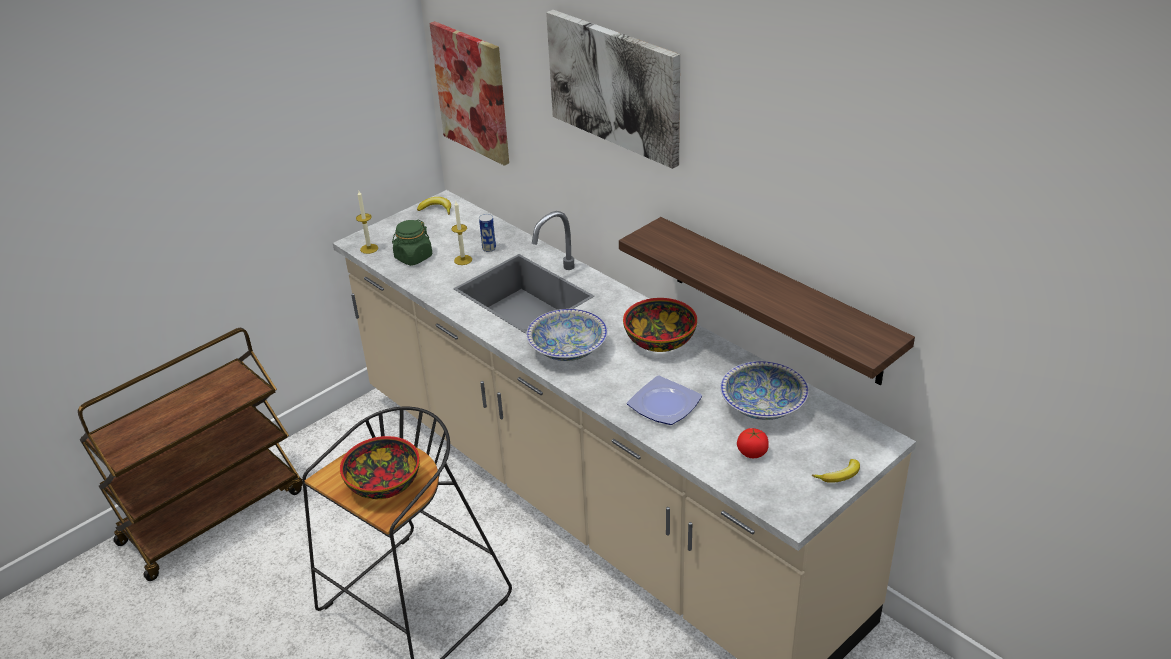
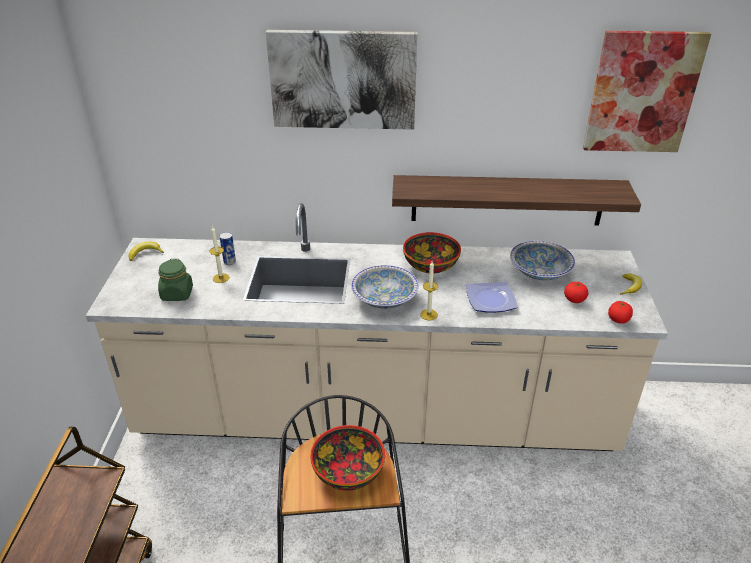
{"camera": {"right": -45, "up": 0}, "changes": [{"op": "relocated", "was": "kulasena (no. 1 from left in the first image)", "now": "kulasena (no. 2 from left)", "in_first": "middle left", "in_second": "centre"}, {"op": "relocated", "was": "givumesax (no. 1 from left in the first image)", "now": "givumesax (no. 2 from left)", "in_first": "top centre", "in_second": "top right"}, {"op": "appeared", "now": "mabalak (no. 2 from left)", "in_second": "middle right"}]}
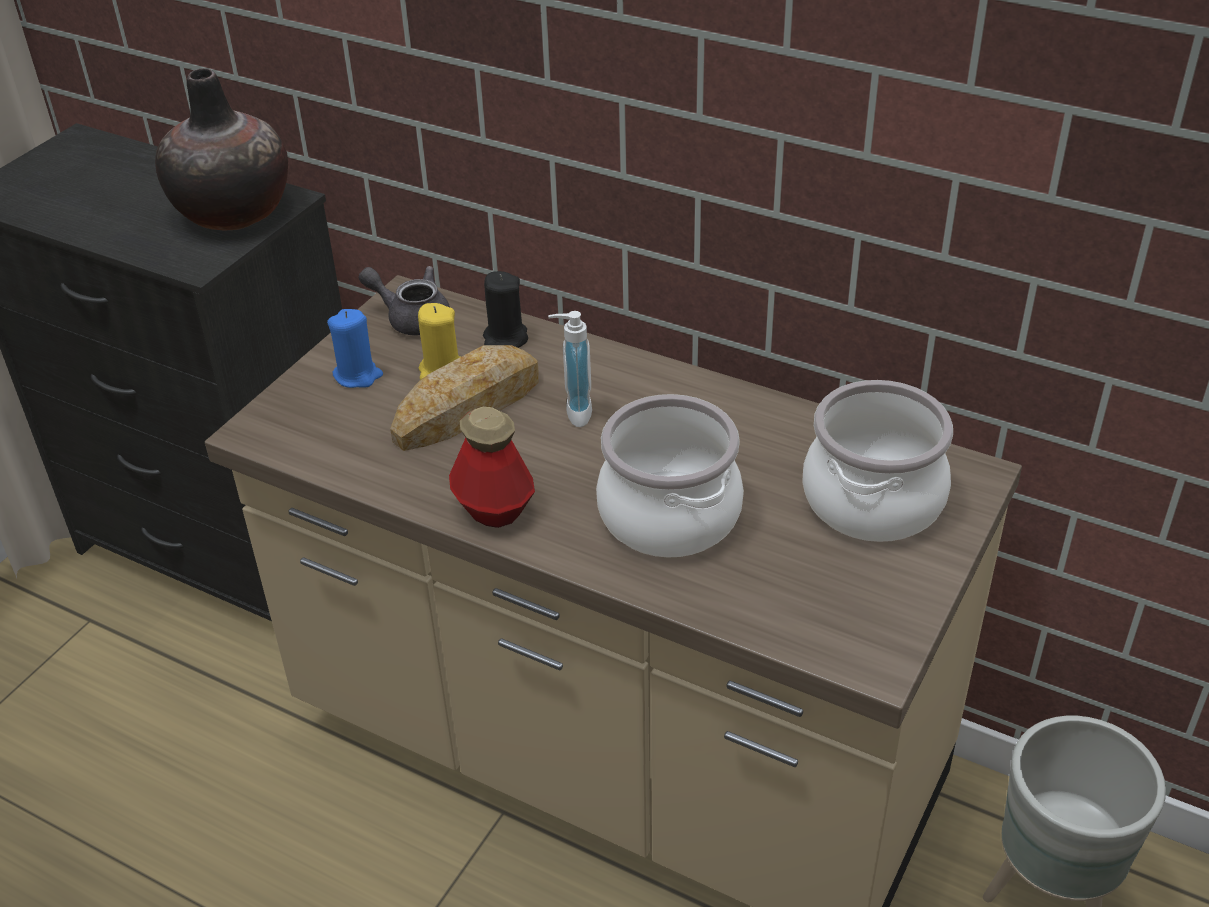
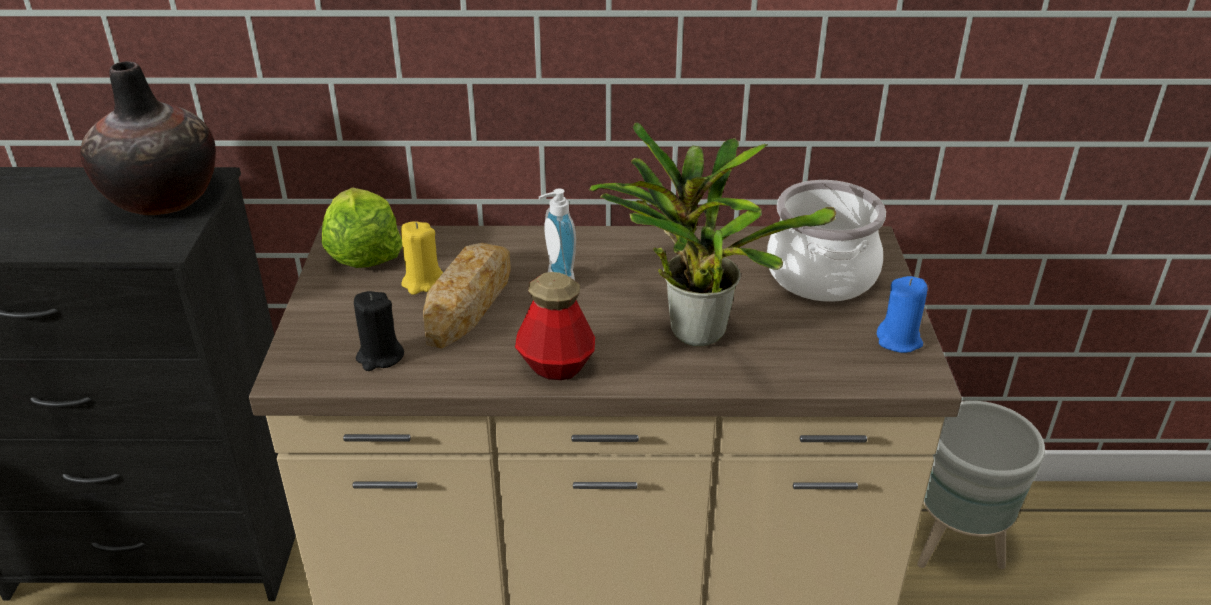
{"camera": {"right": -30, "up": -5}, "changes": [{"op": "exchanged", "was": "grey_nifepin", "now": "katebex", "in_first": "top centre", "in_second": "middle left"}, {"op": "relocated", "was": "black_kulasena", "in_first": "centre", "in_second": "middle left"}, {"op": "exchanged", "was": "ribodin (no. 1 from left)", "now": "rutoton", "in_first": "centre", "in_second": "centre"}, {"op": "relocated", "was": "blue_kulasena", "in_first": "middle left", "in_second": "middle right"}]}
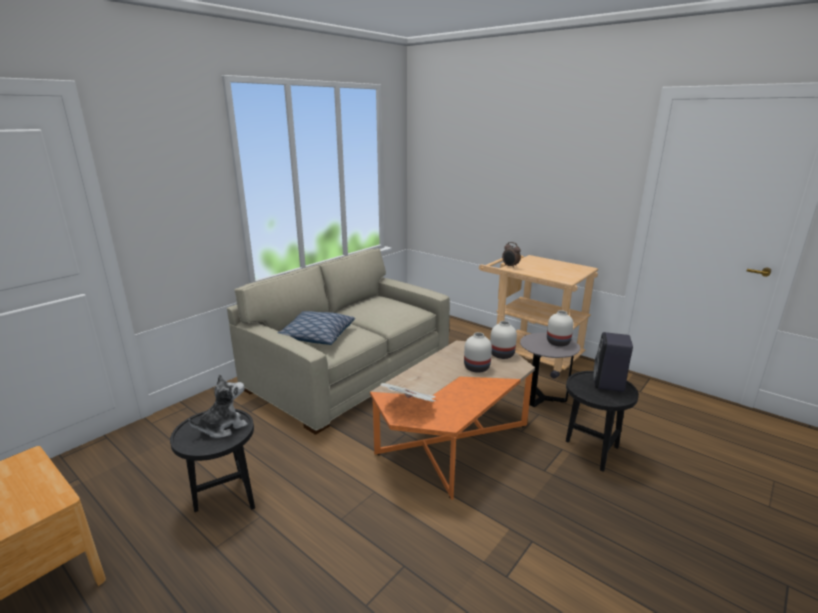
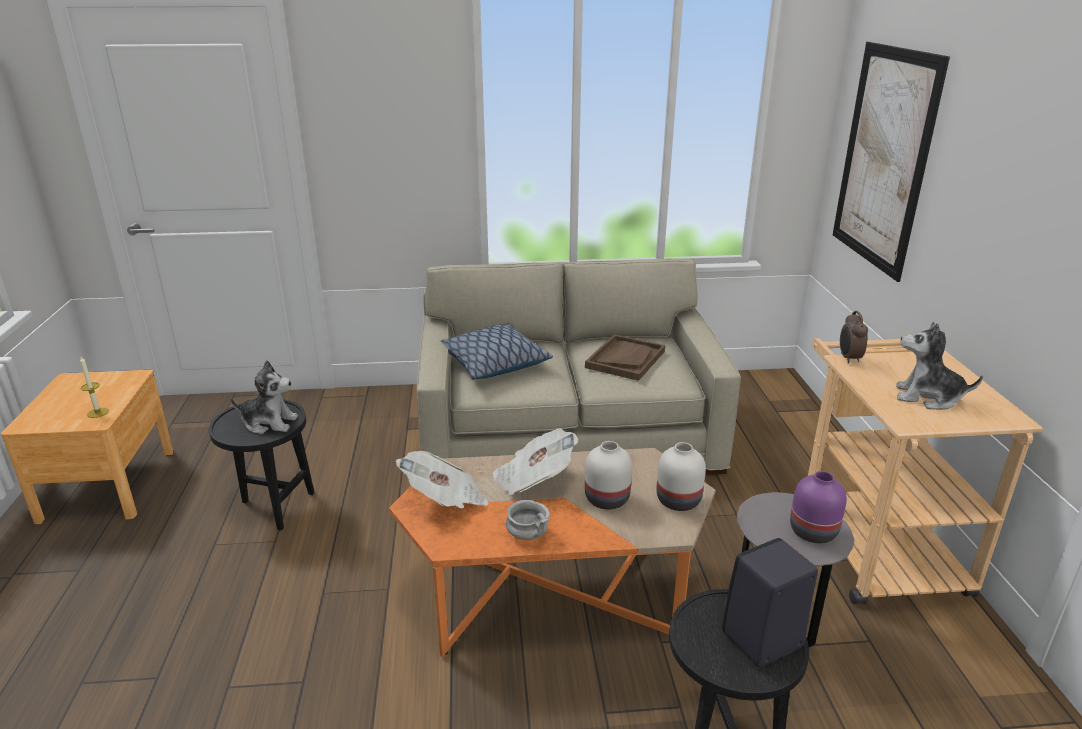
{"camera": {"right": 45, "up": 5}, "changes": [{"op": "appeared", "now": "kulasena", "in_second": "middle left"}, {"op": "appeared", "now": "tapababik (no. 2 from left)", "in_second": "centre"}, {"op": "appeared", "now": "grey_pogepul", "in_second": "bottom centre"}, {"op": "appeared", "now": "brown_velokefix", "in_second": "centre"}, {"op": "colour", "was": "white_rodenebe (no. 3 from left)", "now": "purple_rodenebe", "in_first": "middle right", "in_second": "bottom right"}, {"op": "appeared", "now": "givumesax", "in_second": "top right"}, {"op": "appeared", "now": "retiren (no. 2 from left)", "in_second": "middle right"}]}
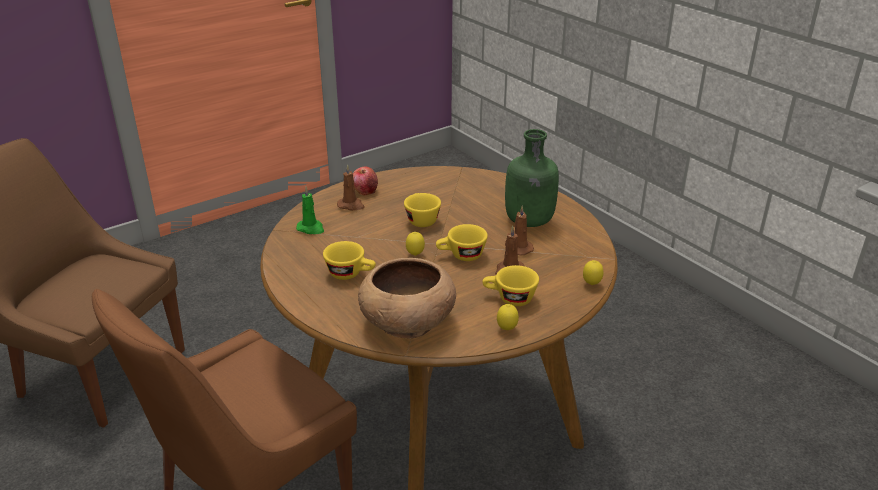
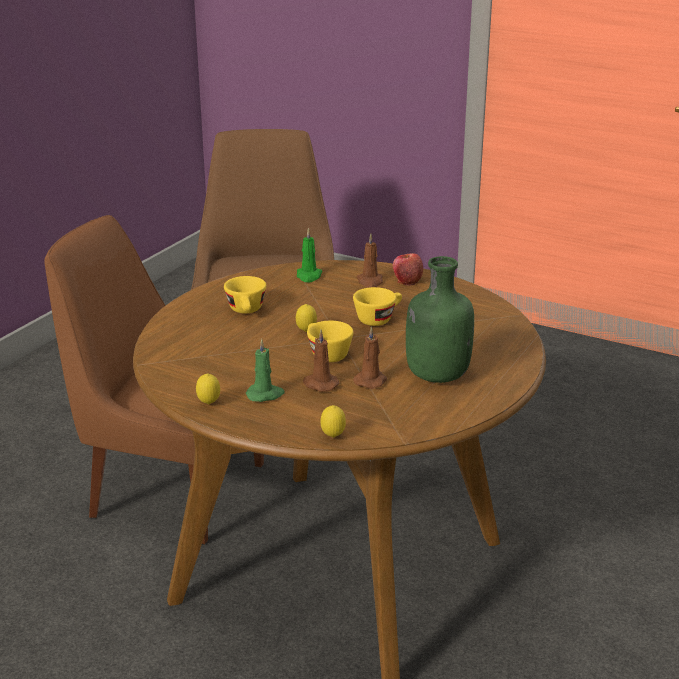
{"camera": {"right": 65, "up": -5}, "changes": [{"op": "exchanged", "was": "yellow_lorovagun (no. 4 from left)", "now": "green_kulasena (no. 1 from left)", "in_first": "centre", "in_second": "centre"}, {"op": "missing", "was": "brown_pogepul", "in_first": "centre"}]}
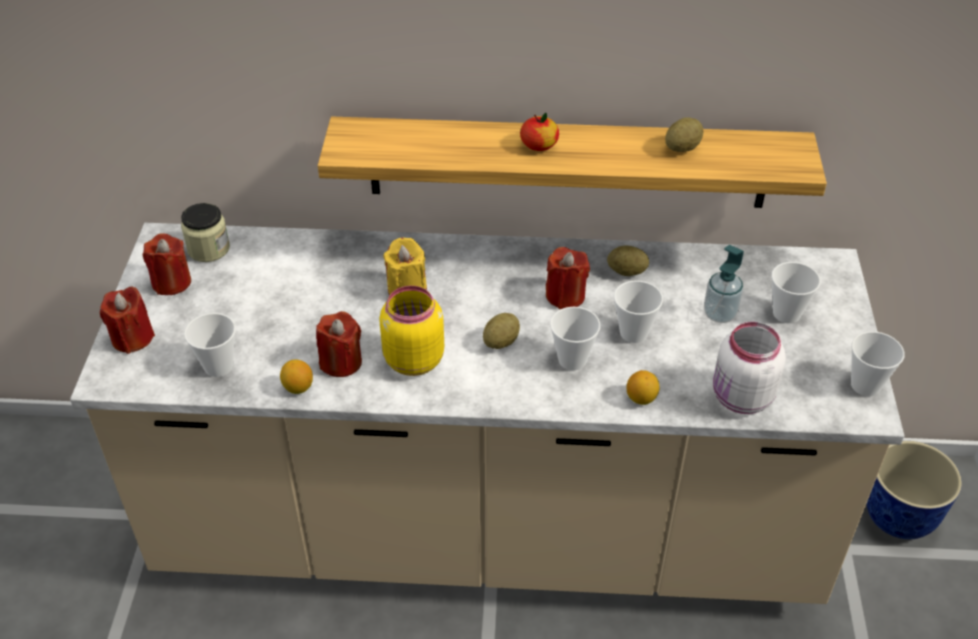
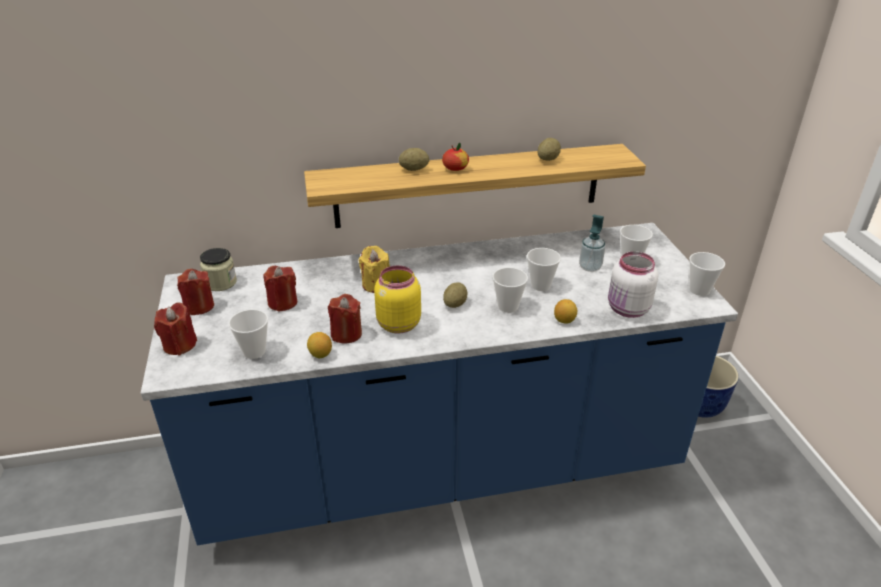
{"camera": {"right": -15, "up": -10}, "changes": [{"op": "colour", "was": "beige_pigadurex", "now": "blue_pigadurex", "in_first": "centre", "in_second": "centre"}, {"op": "relocated", "was": "red_kulasena (no. 4 from left in the first image)", "now": "red_kulasena (no. 3 from left)", "in_first": "centre", "in_second": "middle left"}, {"op": "relocated", "was": "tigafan (no. 2 from left in the first image)", "now": "tigafan (no. 1 from left)", "in_first": "centre", "in_second": "top centre"}]}
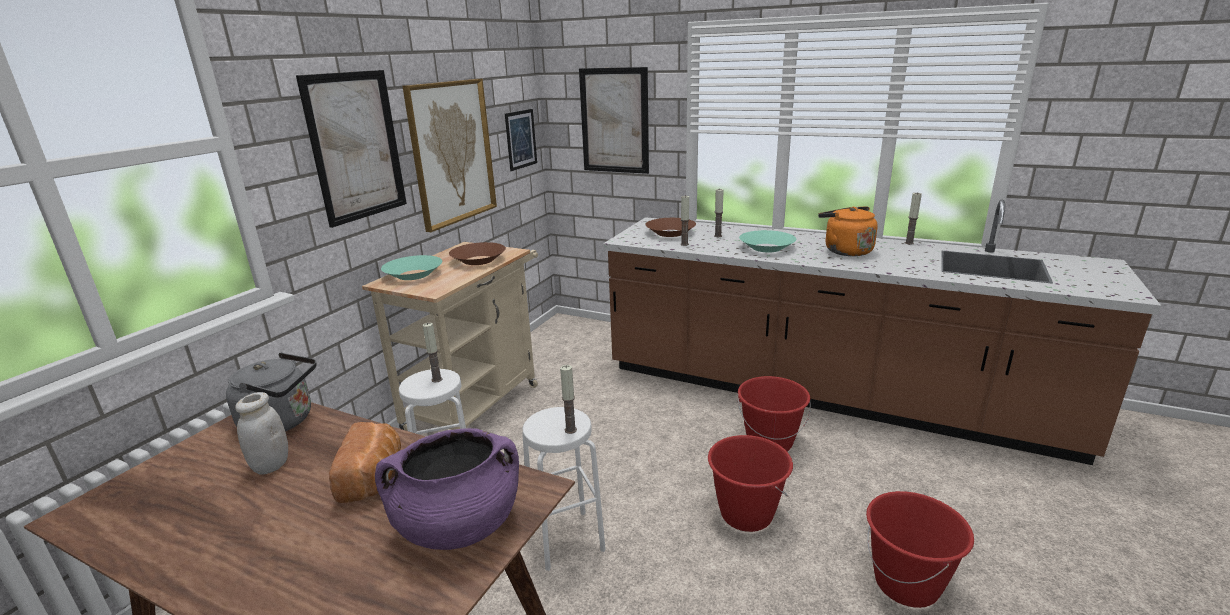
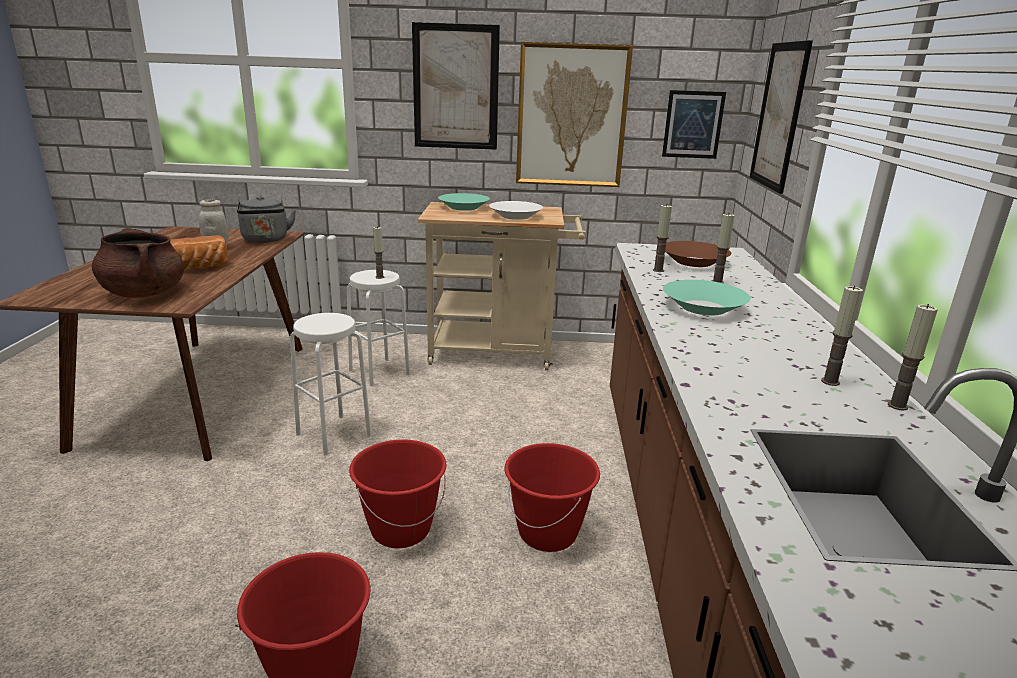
{"camera": {"right": 65, "up": 0}, "changes": [{"op": "colour", "was": "purple_ribodin", "now": "brown_ribodin", "in_first": "bottom centre", "in_second": "middle left"}, {"op": "colour", "was": "brown_pogepul (no. 1 from left)", "now": "white_pogepul", "in_first": "centre", "in_second": "top centre"}, {"op": "relocated", "was": "kulasena (no. 2 from left in the first image)", "now": "kulasena (no. 4 from left)", "in_first": "centre", "in_second": "middle right"}, {"op": "missing", "was": "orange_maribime", "in_first": "middle right"}]}
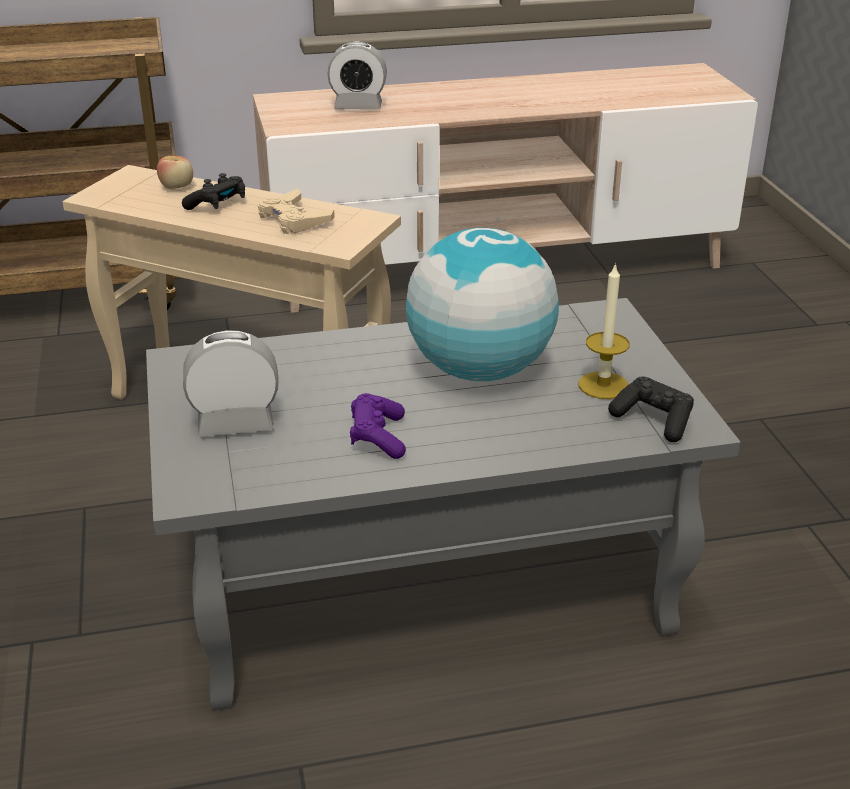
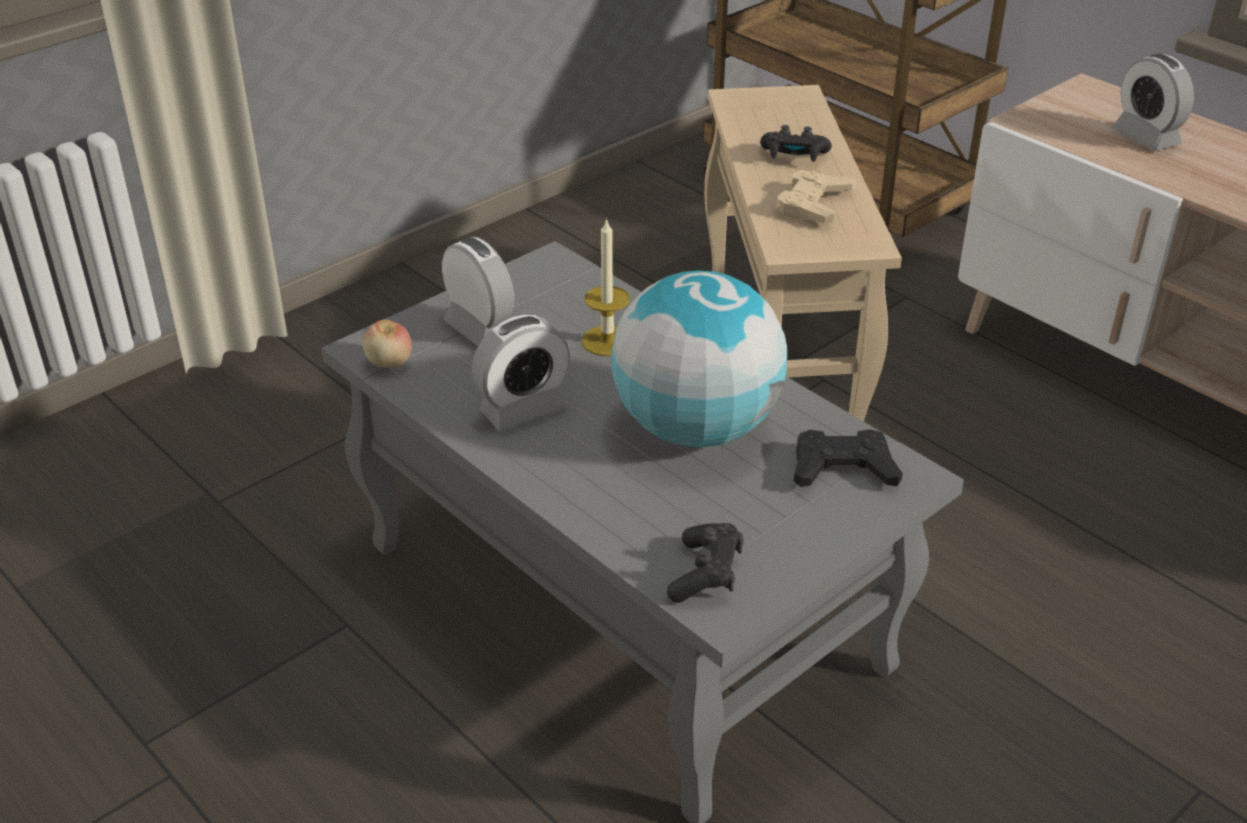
{"camera": {"right": 60, "up": 5}, "changes": [{"op": "relocated", "was": "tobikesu", "in_first": "top left", "in_second": "middle left"}, {"op": "exchanged", "was": "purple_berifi", "now": "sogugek (no. 2 from left)", "in_first": "centre", "in_second": "centre"}, {"op": "relocated", "was": "kulasena", "in_first": "middle right", "in_second": "centre"}, {"op": "appeared", "now": "black_berifi (no. 3 from left)", "in_second": "middle right"}]}
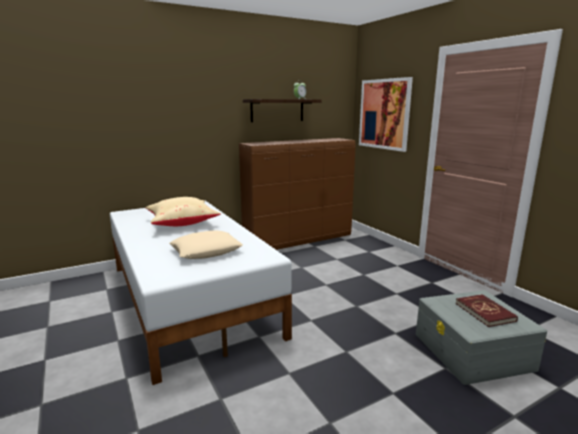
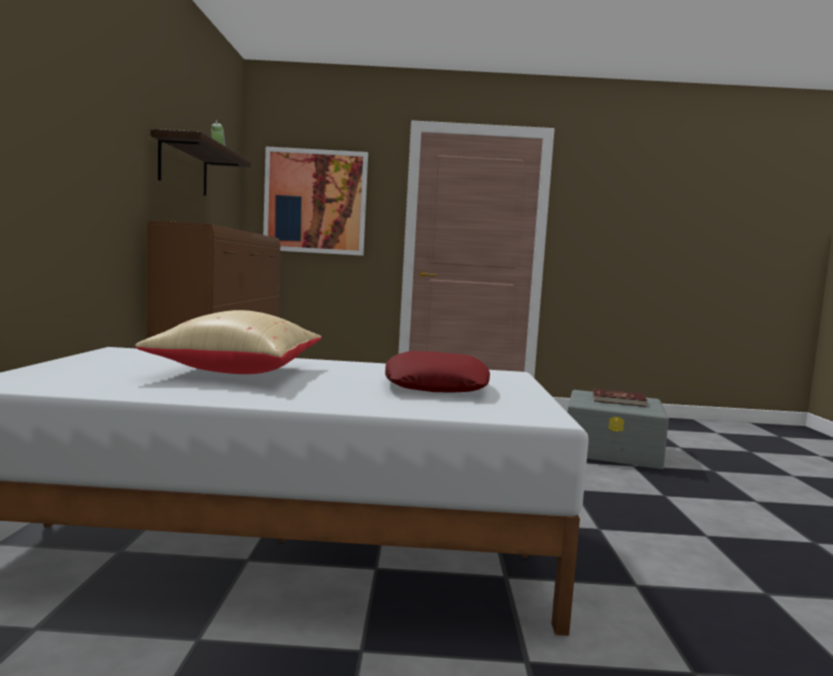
{"camera": {"right": -60, "up": -10}, "changes": [{"op": "colour", "was": "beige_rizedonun (no. 2 from left)", "now": "red_rizedonun", "in_first": "centre", "in_second": "centre"}]}
